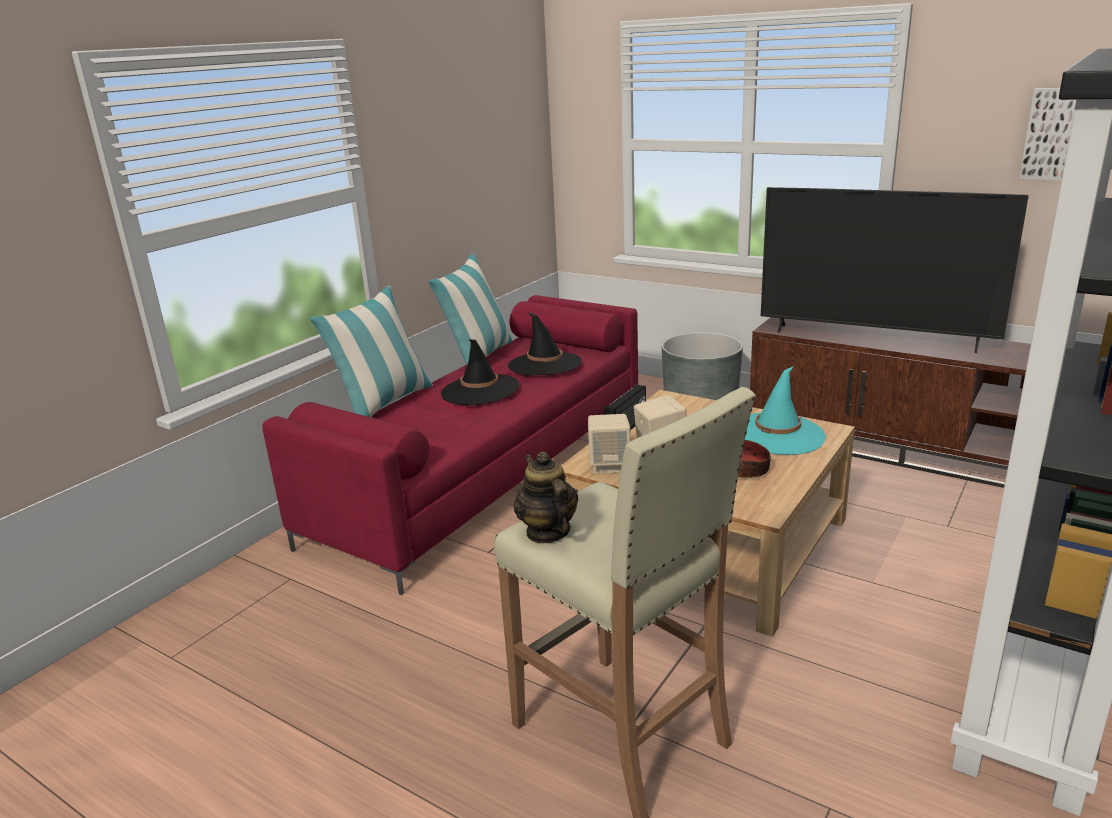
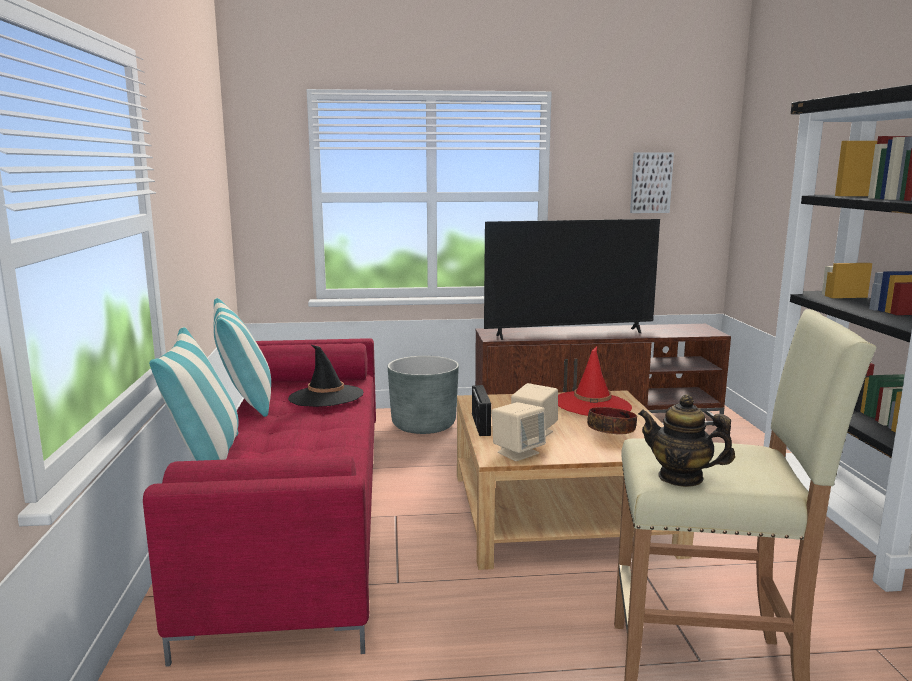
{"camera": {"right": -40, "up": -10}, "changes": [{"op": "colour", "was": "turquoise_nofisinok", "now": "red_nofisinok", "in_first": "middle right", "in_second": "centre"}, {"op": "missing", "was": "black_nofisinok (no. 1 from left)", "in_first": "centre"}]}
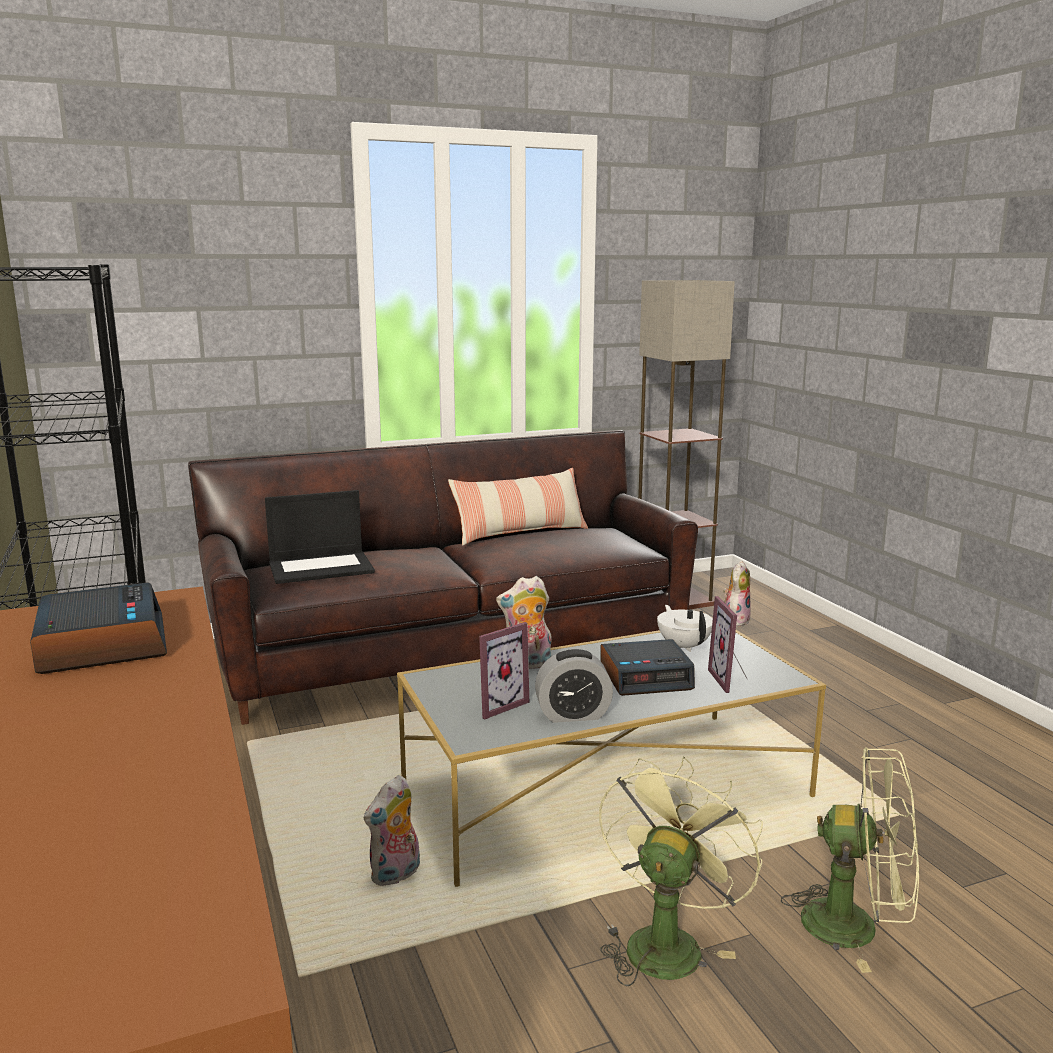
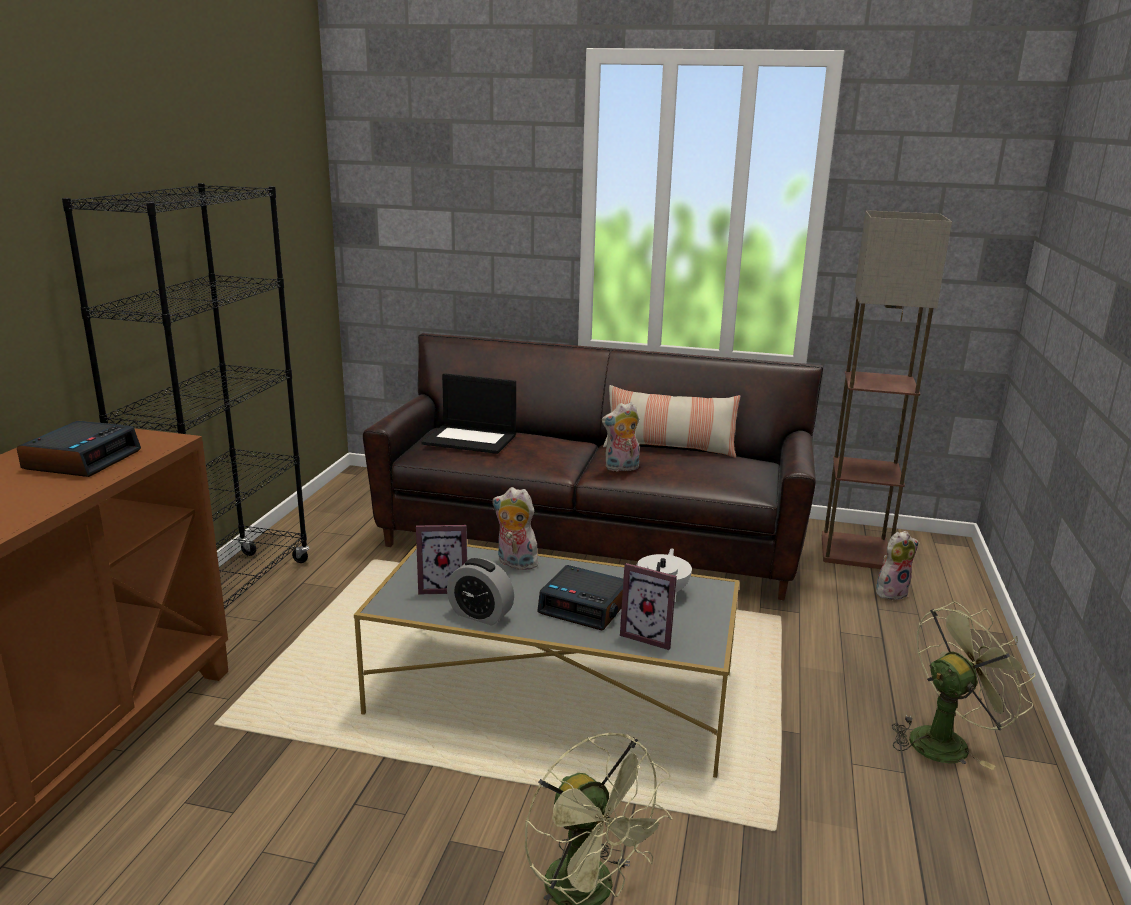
{"camera": {"right": 35, "up": 5}, "changes": [{"op": "relocated", "was": "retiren (no. 1 from left in the first image)", "now": "retiren (no. 2 from left)", "in_first": "bottom centre", "in_second": "centre"}, {"op": "spun", "was": "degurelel (no. 2 from left)", "in_first": "middle right", "in_second": "bottom centre", "clockwise": -90}, {"op": "relocated", "was": "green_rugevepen (no. 1 from left in the first image)", "now": "green_rugevepen (no. 2 from left)", "in_first": "bottom centre", "in_second": "bottom right"}]}
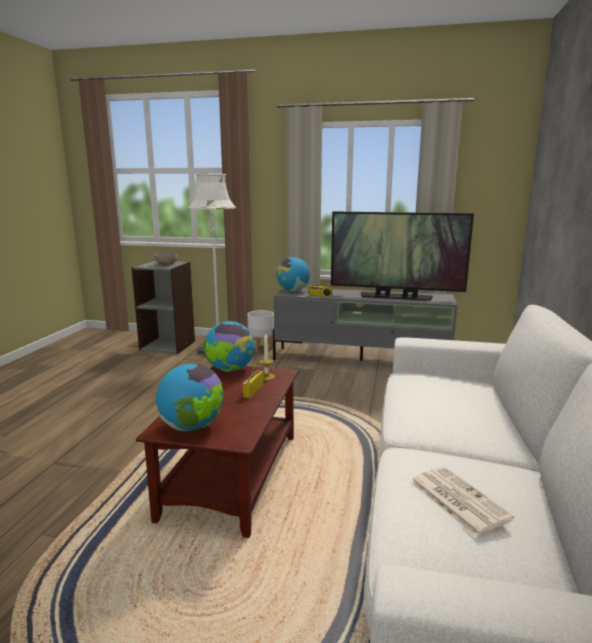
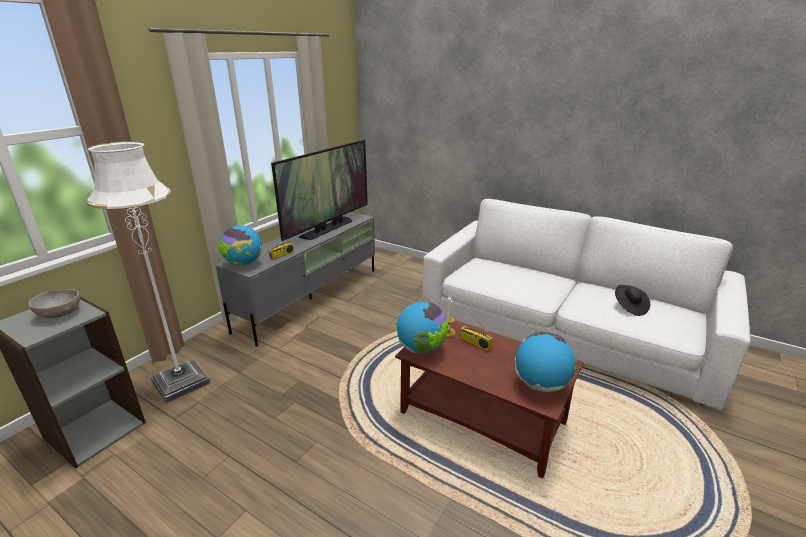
{"camera": {"right": -70, "up": 10}, "changes": [{"op": "exchanged", "was": "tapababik", "now": "black_nofisinok", "in_first": "bottom right", "in_second": "middle right"}, {"op": "missing", "was": "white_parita", "in_first": "centre"}]}
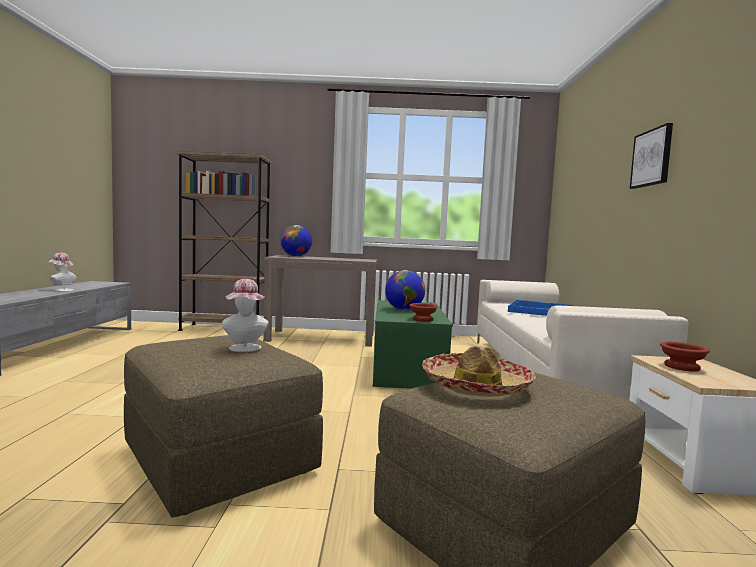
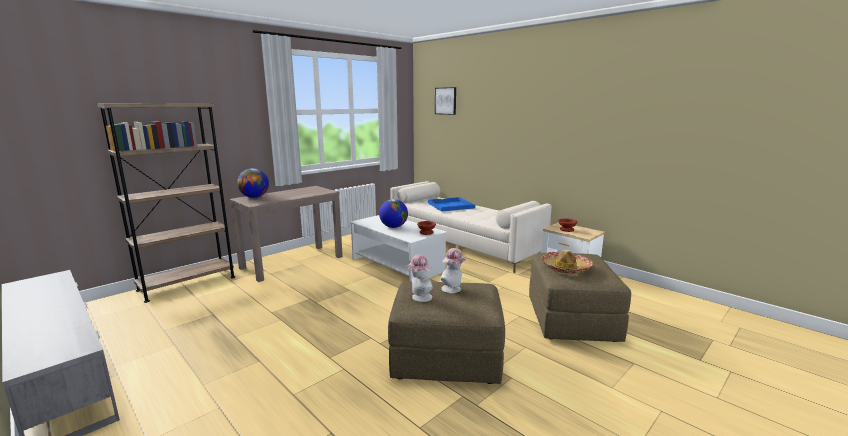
{"camera": {"right": -45, "up": 10}, "changes": [{"op": "colour", "was": "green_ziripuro", "now": "white_ziripuro", "in_first": "centre", "in_second": "centre"}, {"op": "relocated", "was": "nofisinok (no. 1 from left)", "in_first": "middle left", "in_second": "centre"}, {"op": "relocated", "was": "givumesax", "in_first": "top right", "in_second": "top centre"}]}
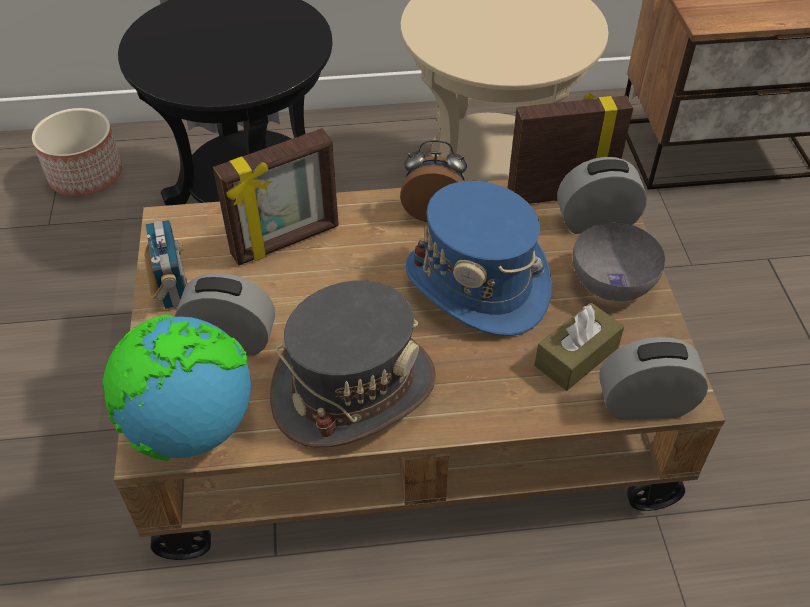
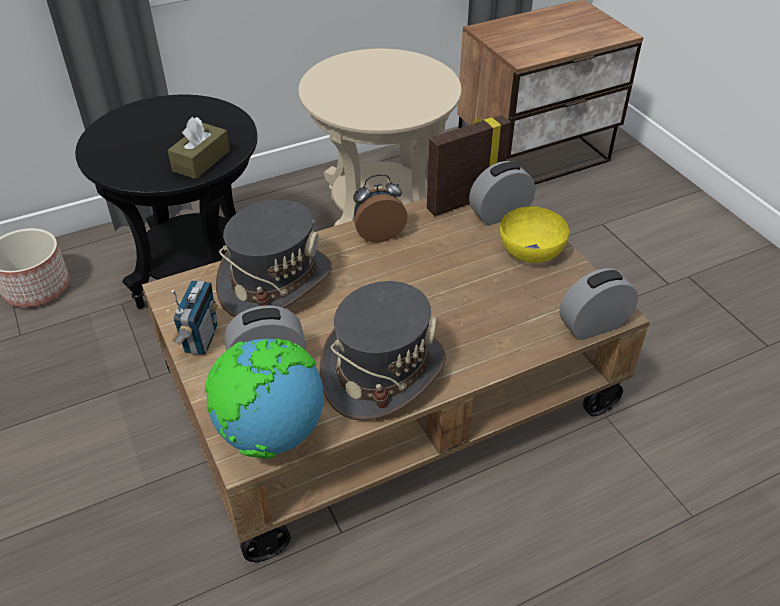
{"camera": {"right": -20, "up": -5}, "changes": [{"op": "relocated", "was": "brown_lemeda", "in_first": "middle right", "in_second": "top left"}, {"op": "spun", "was": "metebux", "in_first": "middle left", "in_second": "middle left", "clockwise": 45}, {"op": "exchanged", "was": "degurelel (no. 1 from left)", "now": "grey_nofisinok (no. 1 from left)", "in_first": "top centre", "in_second": "centre"}, {"op": "colour", "was": "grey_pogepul", "now": "yellow_pogepul", "in_first": "middle right", "in_second": "middle right"}, {"op": "missing", "was": "blue_nofisinok", "in_first": "centre"}]}
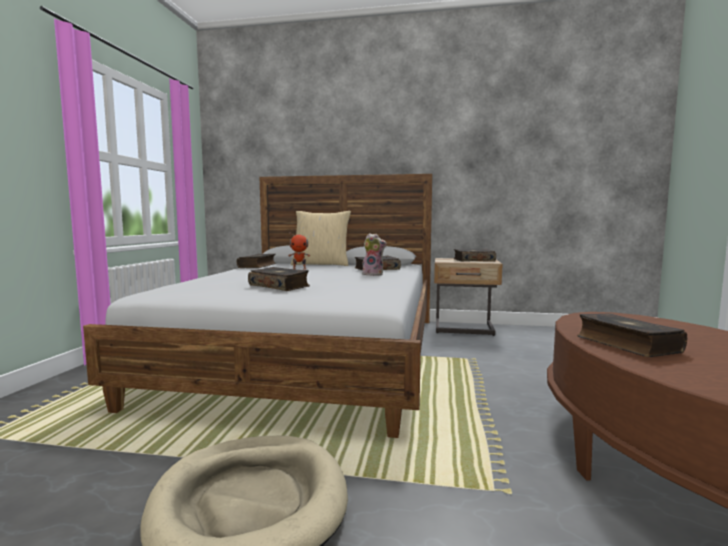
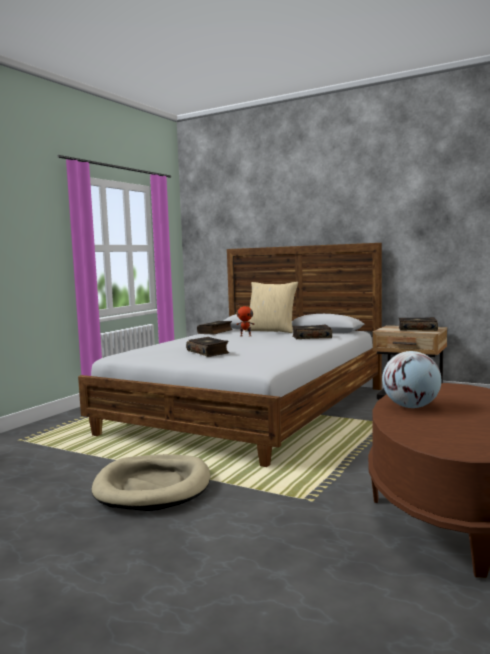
{"camera": {"right": 20, "up": 0}, "changes": [{"op": "exchanged", "was": "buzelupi (no. 5 from left)", "now": "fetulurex", "in_first": "middle right", "in_second": "middle right"}, {"op": "missing", "was": "retiren", "in_first": "centre"}]}
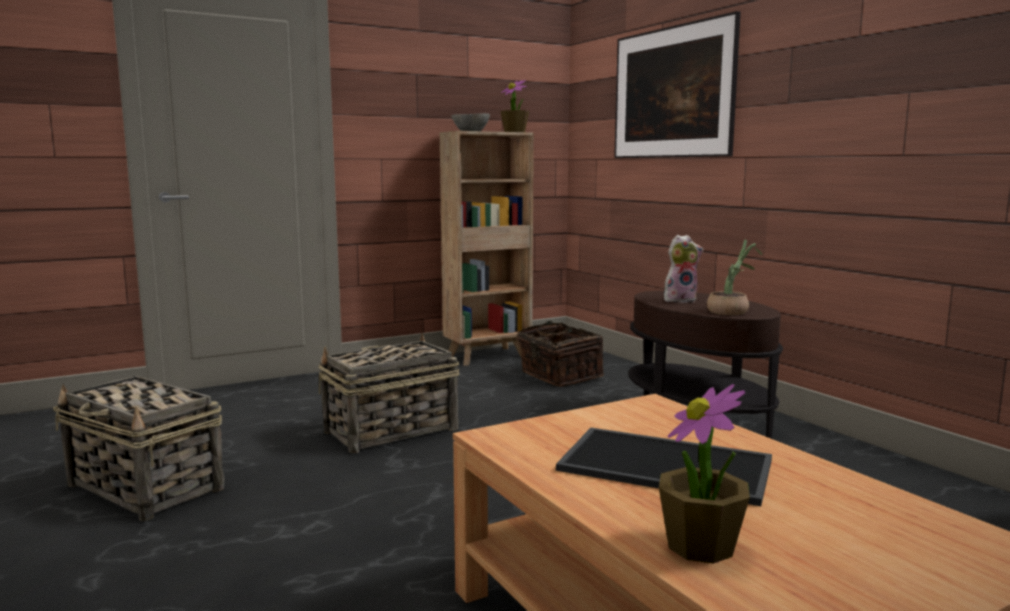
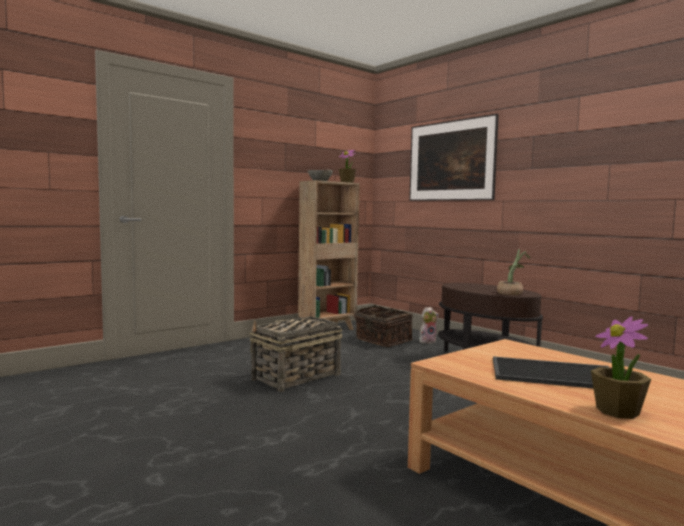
{"camera": {"right": -10, "up": -5}, "changes": [{"op": "relocated", "was": "retiren", "in_first": "middle right", "in_second": "centre"}, {"op": "missing", "was": "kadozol (no. 1 from left)", "in_first": "bottom left"}]}
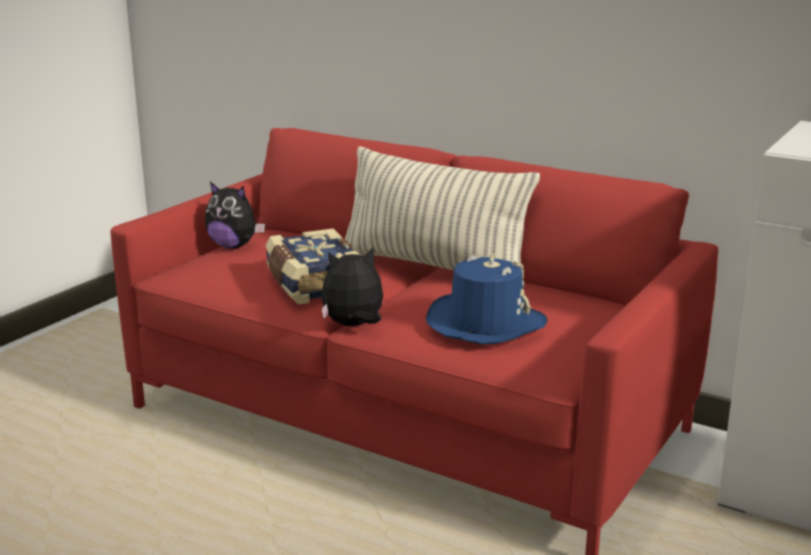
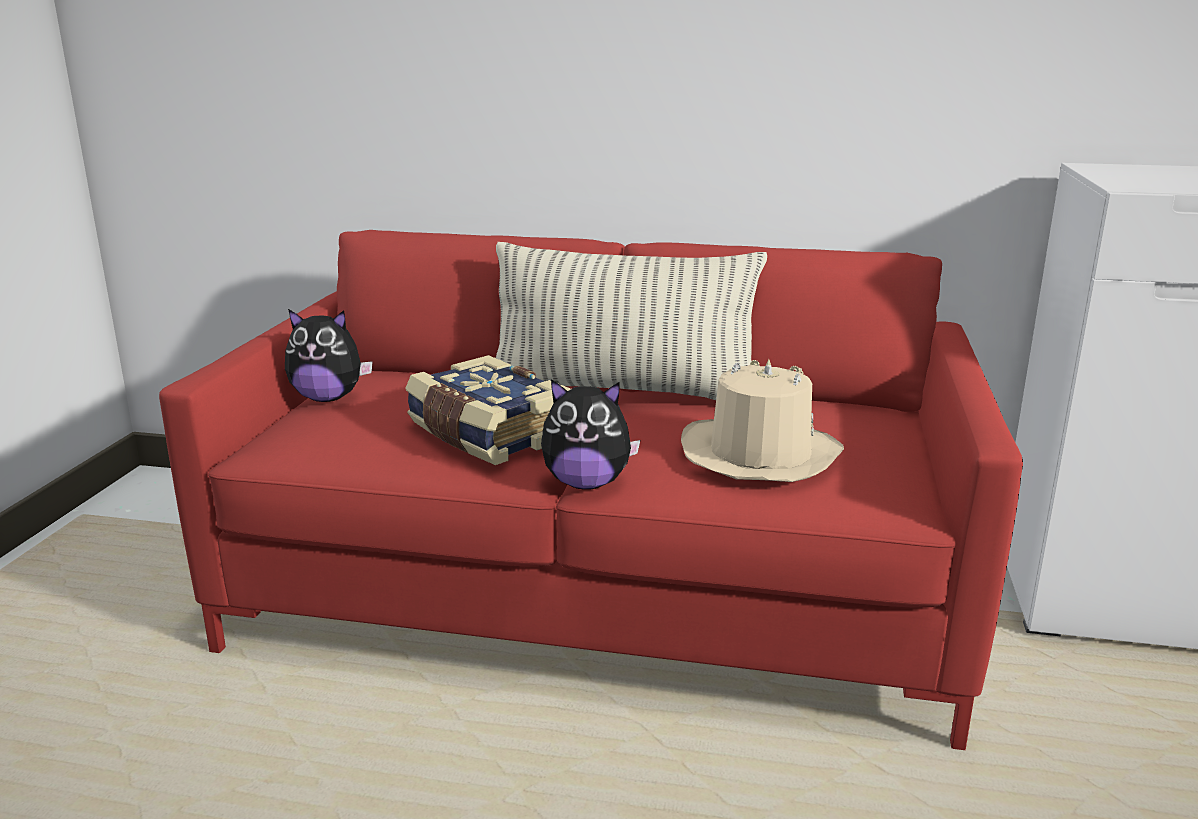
{"camera": {"right": -20, "up": 0}, "changes": [{"op": "spun", "was": "retiren (no. 2 from left)", "in_first": "centre", "in_second": "centre", "clockwise": -135}, {"op": "colour", "was": "blue_nofisinok", "now": "beige_nofisinok", "in_first": "centre", "in_second": "centre"}]}
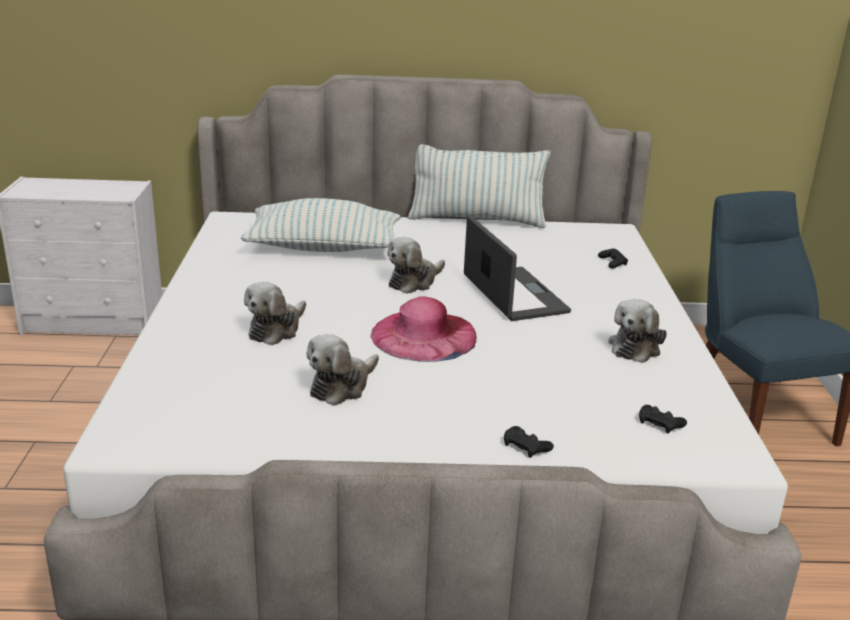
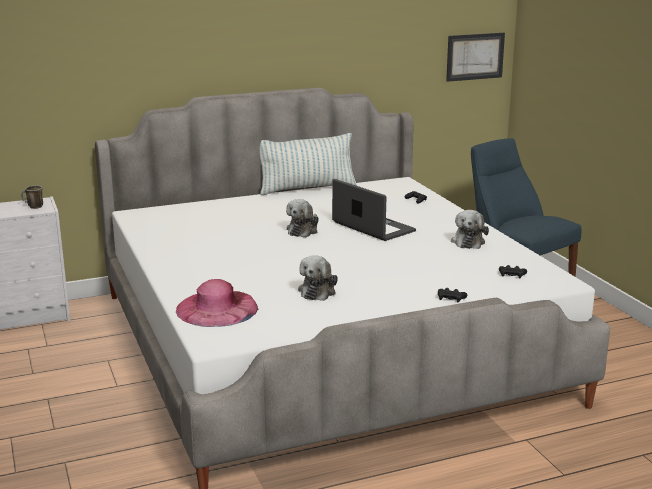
{"camera": {"right": -20, "up": -5}, "changes": [{"op": "appeared", "now": "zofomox", "in_second": "middle left"}, {"op": "relocated", "was": "pink_nofisinok", "in_first": "centre", "in_second": "middle left"}, {"op": "appeared", "now": "givumesax", "in_second": "top right"}, {"op": "missing", "was": "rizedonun (no. 1 from left)", "in_first": "centre"}, {"op": "missing", "was": "retiren (no. 1 from left)", "in_first": "middle left"}]}
